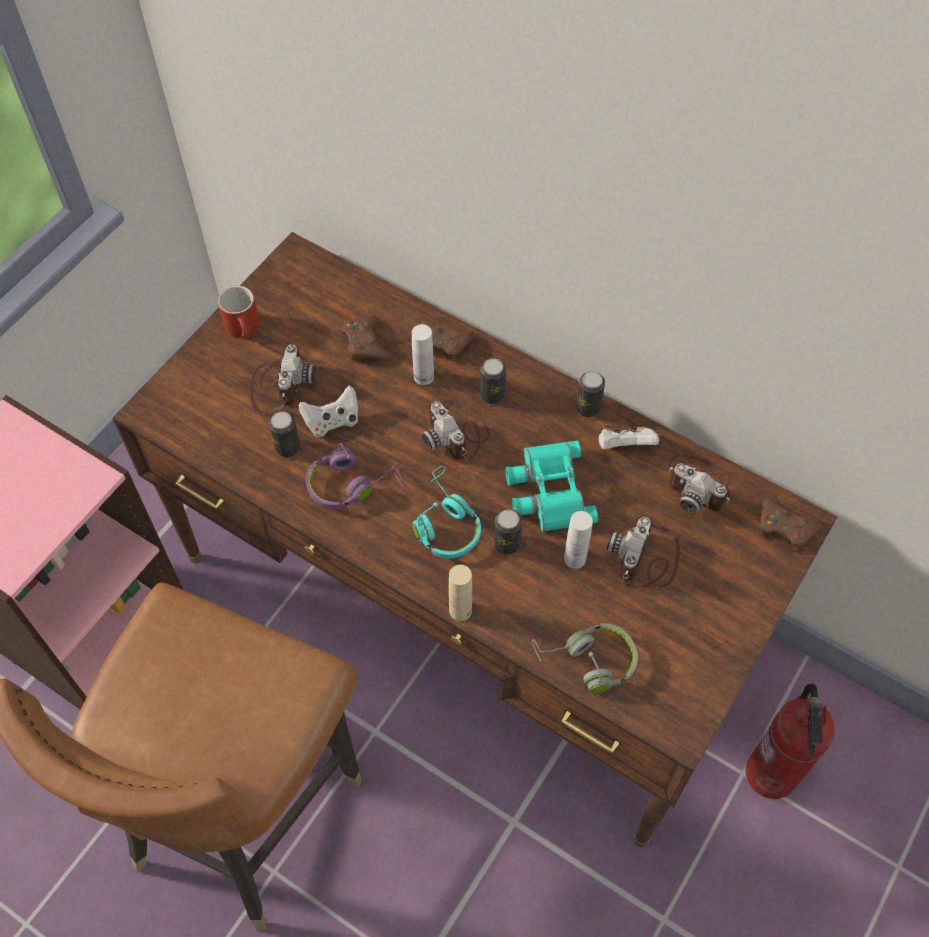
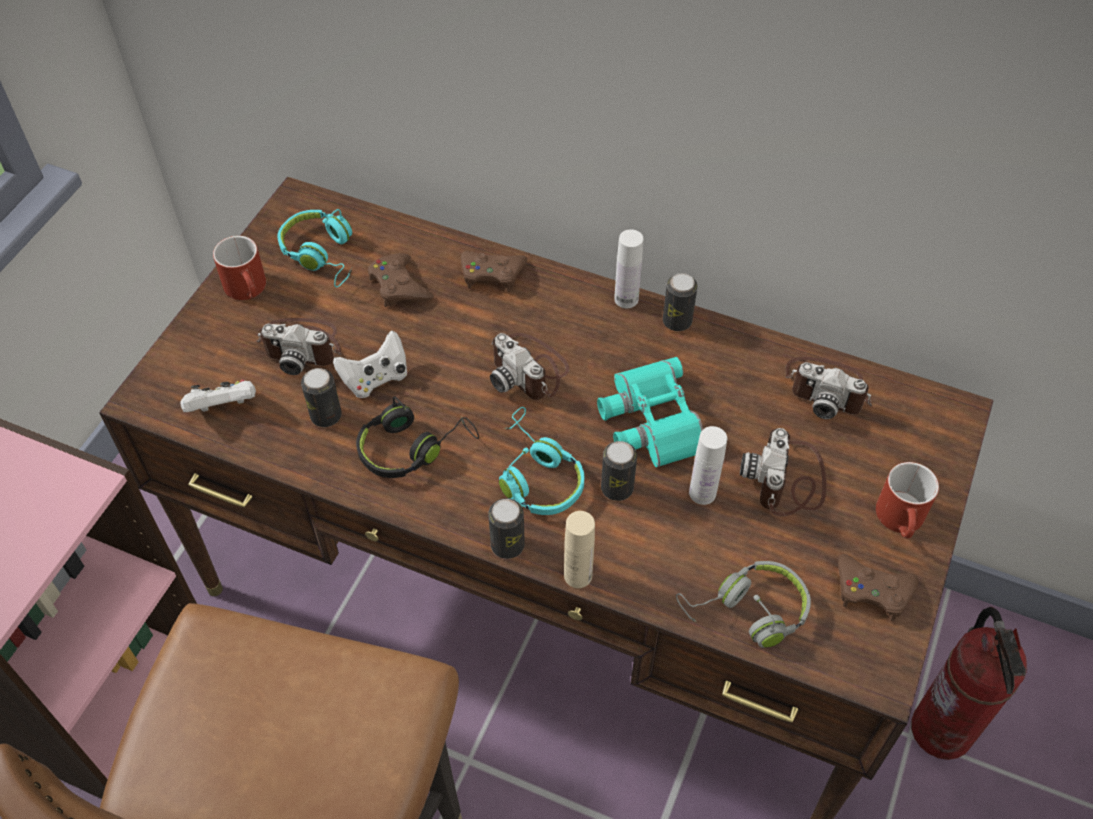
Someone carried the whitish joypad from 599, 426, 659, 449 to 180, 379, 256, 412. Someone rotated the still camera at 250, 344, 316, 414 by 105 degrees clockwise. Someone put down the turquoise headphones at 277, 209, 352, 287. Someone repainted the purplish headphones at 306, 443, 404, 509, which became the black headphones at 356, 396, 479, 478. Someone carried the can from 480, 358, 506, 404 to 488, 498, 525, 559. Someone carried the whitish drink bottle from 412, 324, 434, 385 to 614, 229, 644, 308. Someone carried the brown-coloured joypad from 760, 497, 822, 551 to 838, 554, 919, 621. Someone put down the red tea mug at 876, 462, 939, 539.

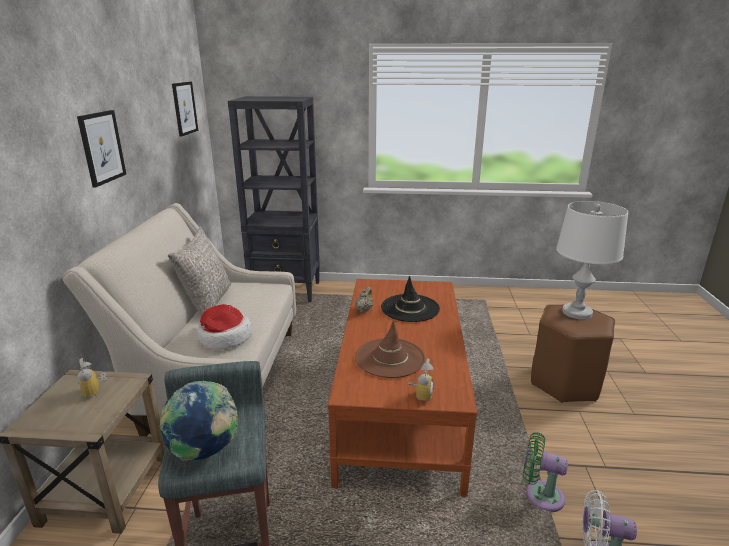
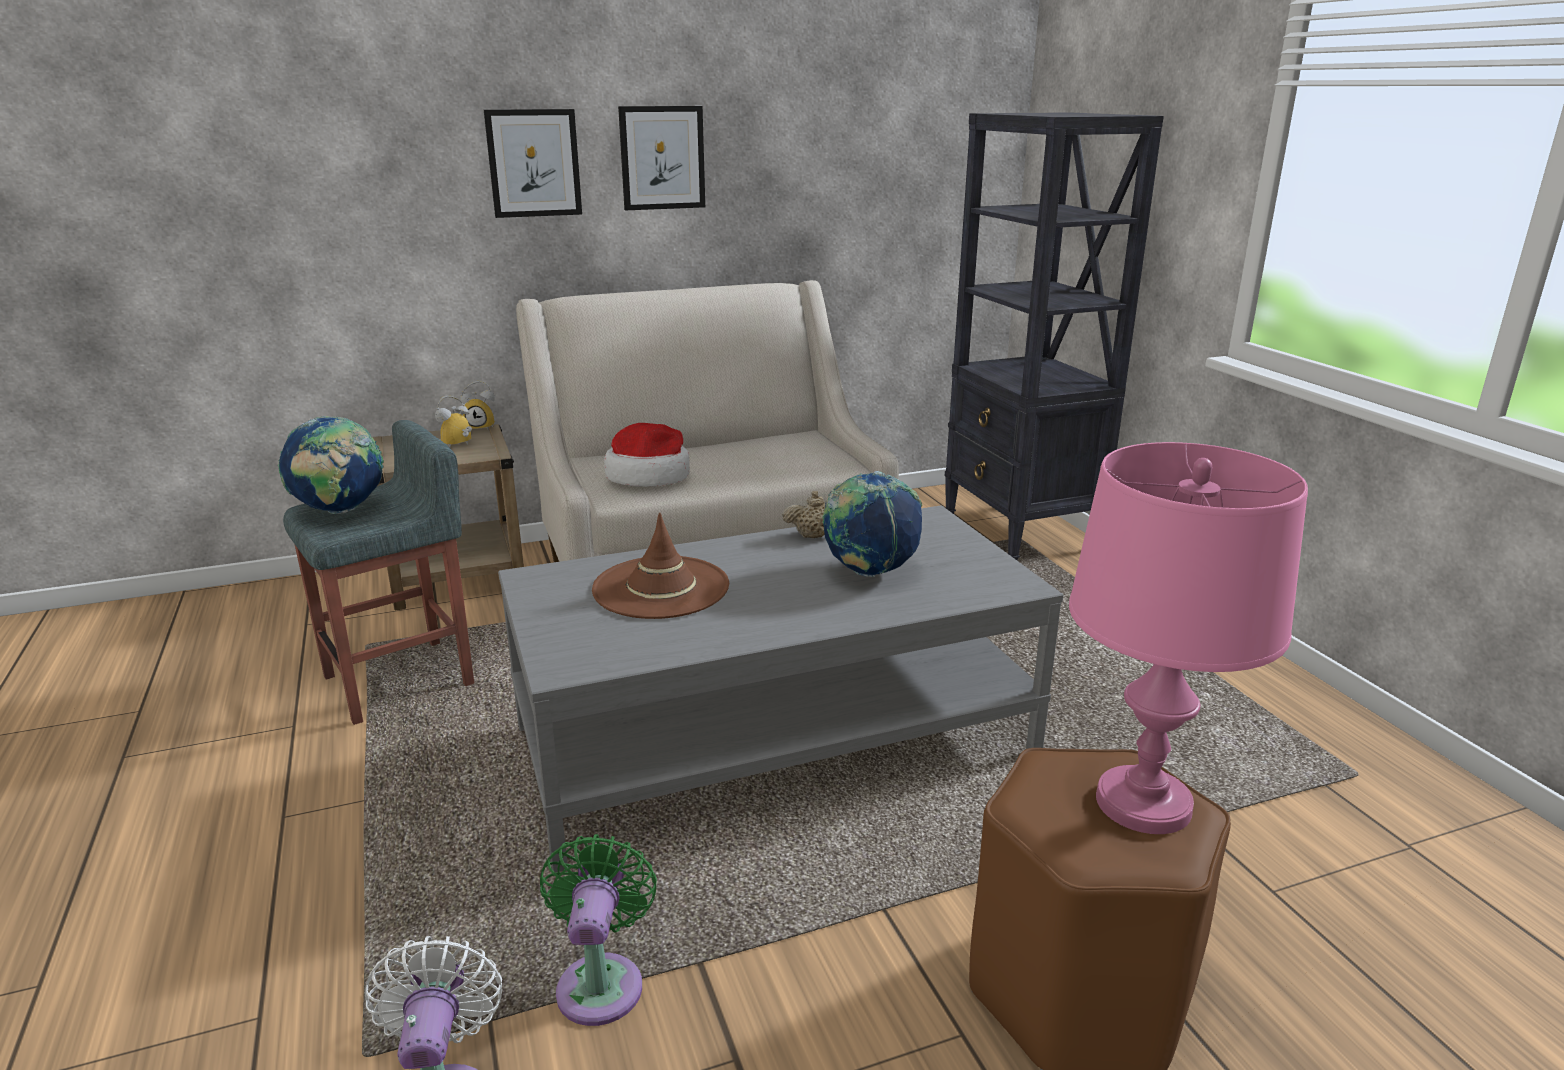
Someone carried the bedside clock from 408, 359, 434, 402 to 460, 381, 495, 431. Someone carried the wall picture from 172, 82, 198, 137 to 484, 109, 582, 218. Someone repainted the brown-coloured coffee table at 328, 279, 477, 497, which became the grey coffee table at 498, 505, 1063, 873. Someone swapped the black clothing hat at 381, 276, 440, 322 for the globe at 822, 471, 923, 577. Someone repainted the whitish tabletop lamp at 556, 201, 628, 320, which became the pink-coloured tabletop lamp at 1069, 442, 1308, 834. Someone took away the grey throw pillow at 168, 227, 231, 317.

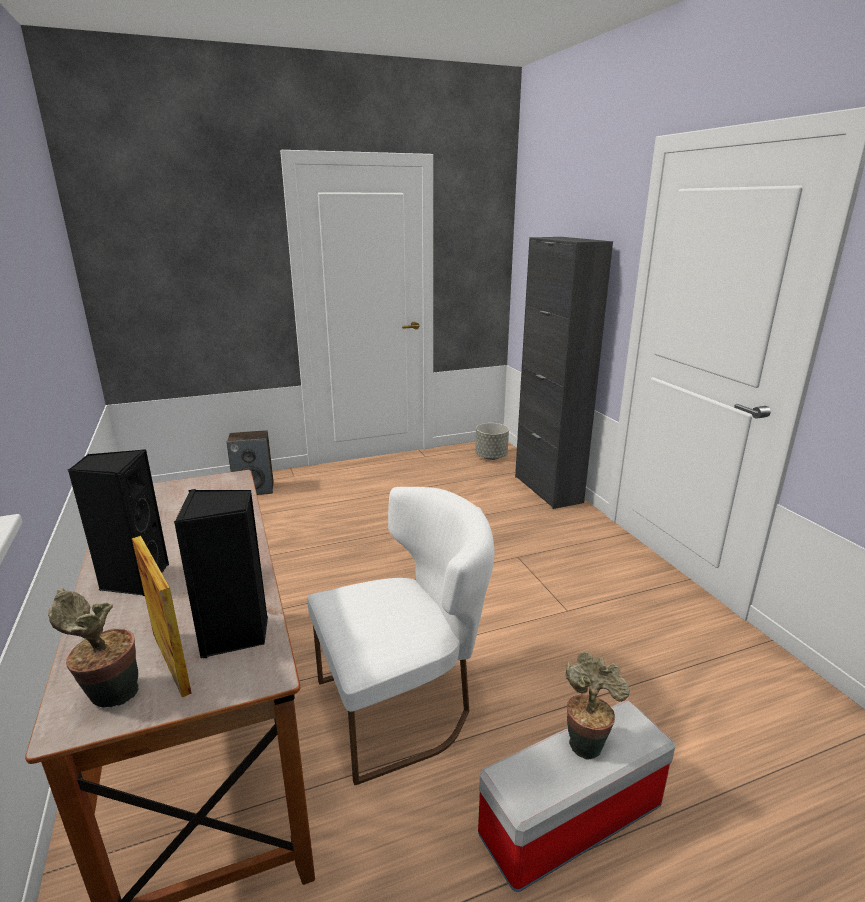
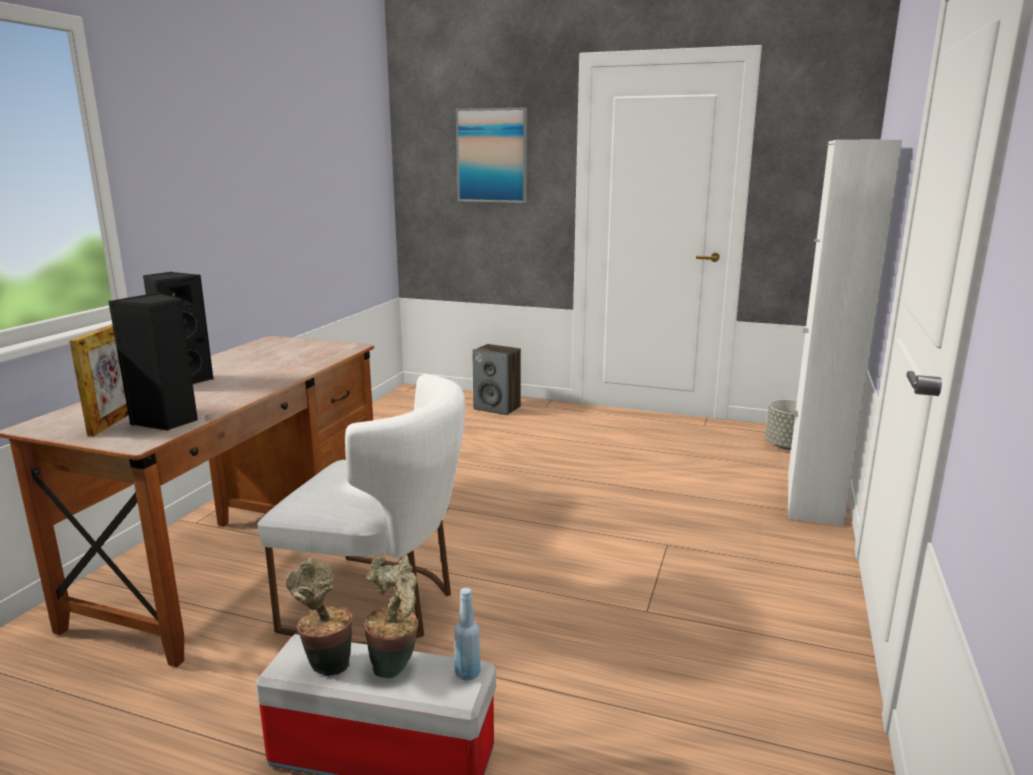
Someone carried the potted plant from 48, 588, 139, 708 to 286, 558, 352, 677. Someone put down the blue drink bottle at 454, 588, 481, 681. Someone put up the wall picture at 456, 108, 527, 203. Someone repainted the black storage cabinet at 515, 237, 613, 509, which became the whitish storage cabinet at 788, 139, 902, 526.

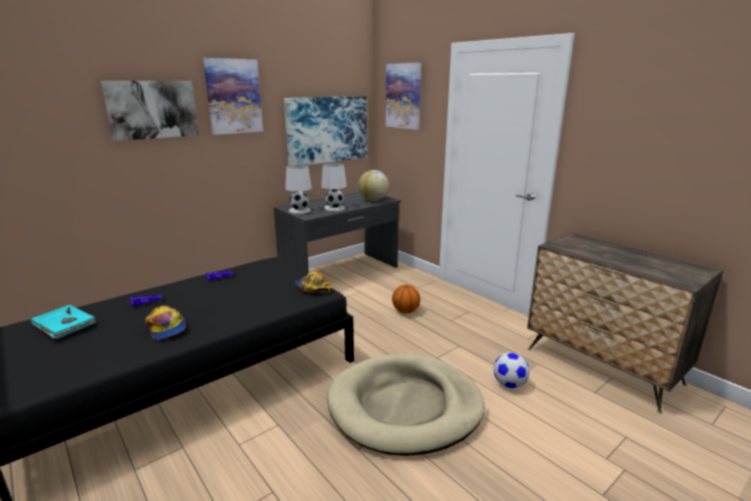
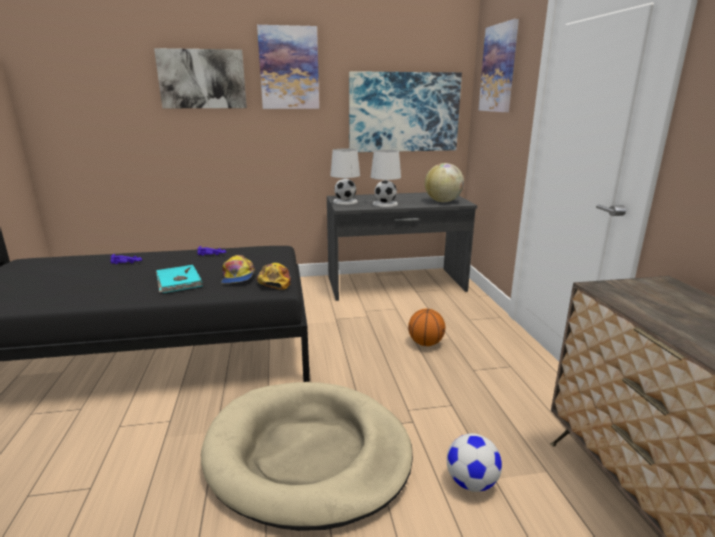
Someone carried the turquoise volume from 30, 305, 96, 339 to 156, 265, 203, 293. Someone carried the peaked cap from 145, 305, 186, 340 to 221, 255, 255, 284.

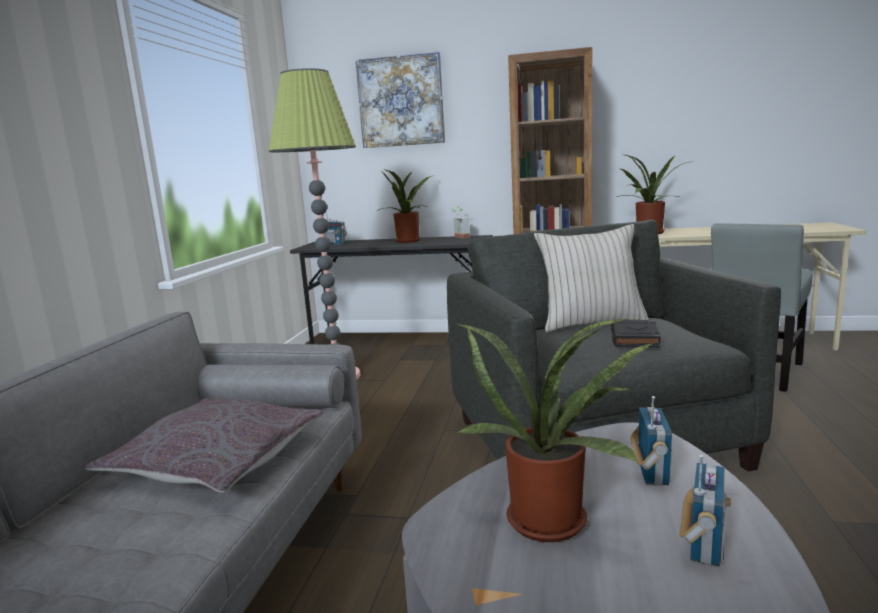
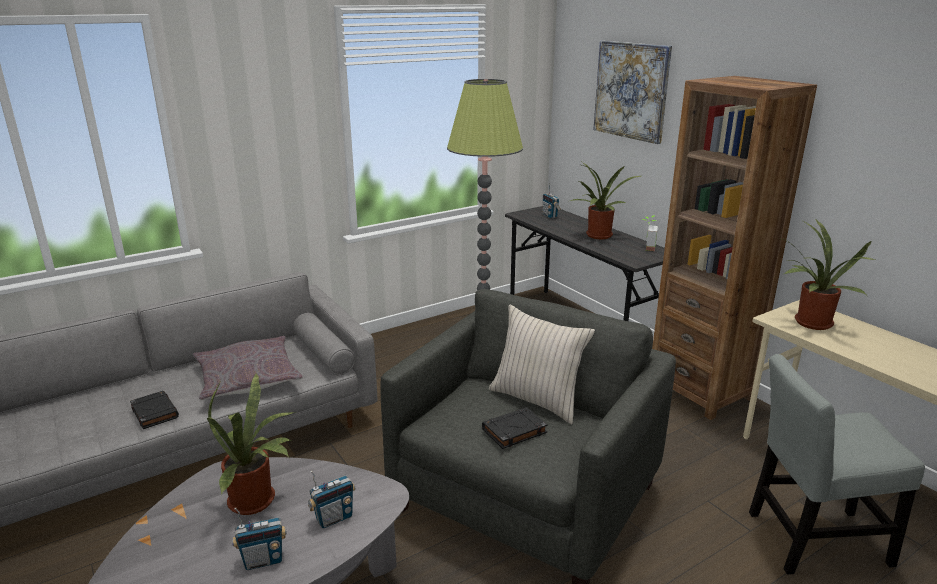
Someone put down the black volume at 130, 391, 179, 429.

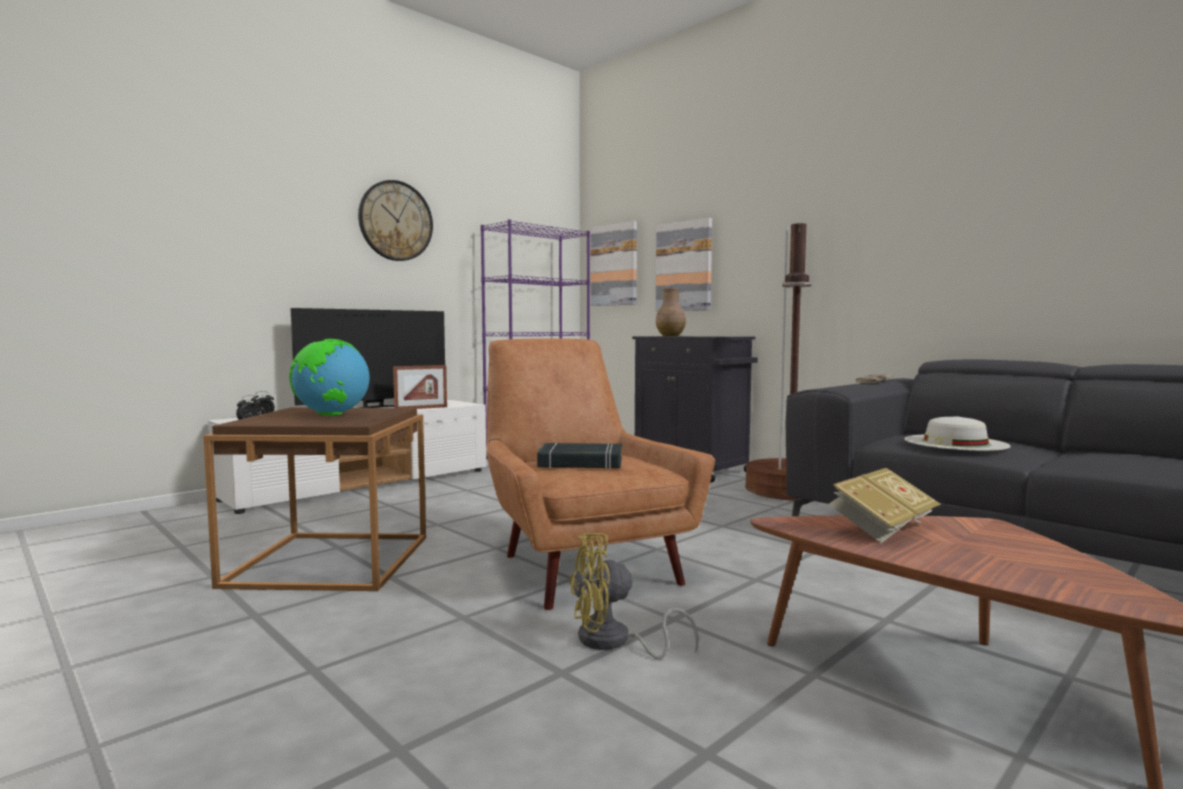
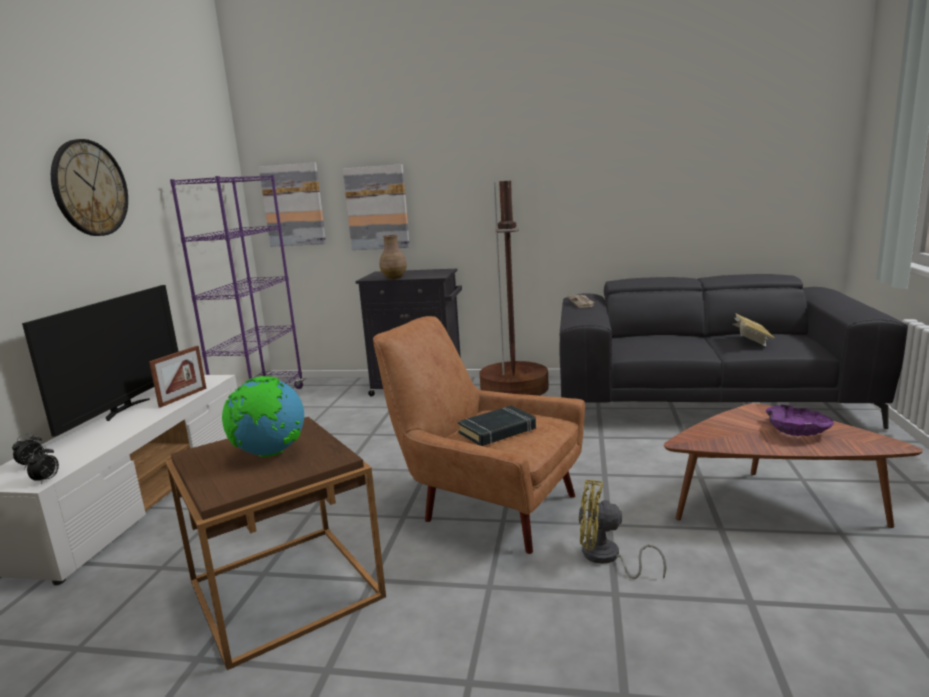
Someone rotated the yellowish electric fan at 569, 533, 699, 659 by 60 degrees clockwise. Someone carried the volume from 829, 468, 941, 543 to 732, 313, 774, 346. Someone put down the purplish bowl at 766, 405, 834, 436. Someone took away the whitish clothing hat at 904, 416, 1011, 451.

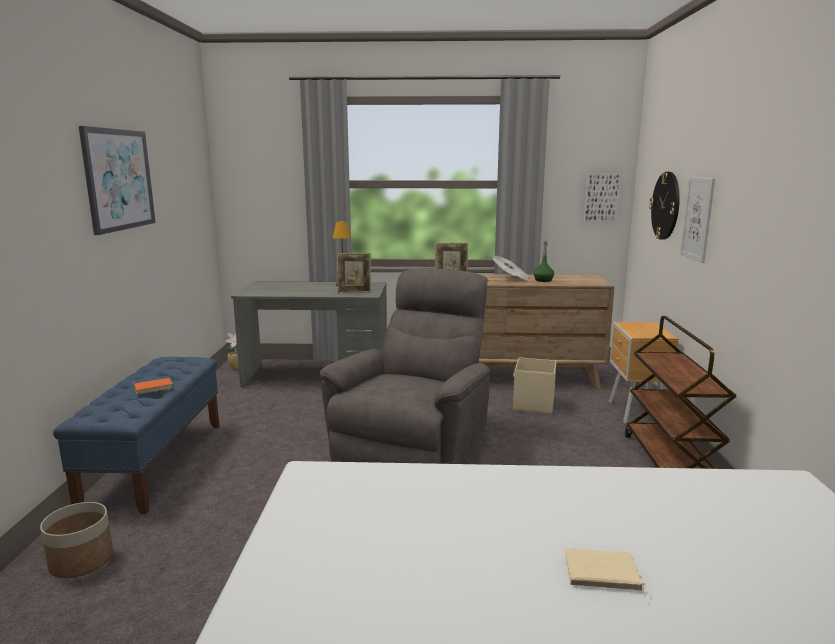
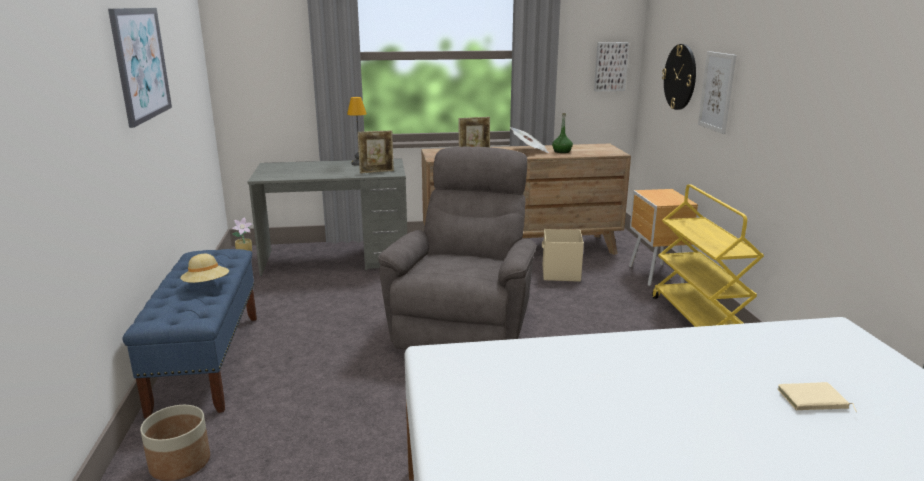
Someone swapped the orangey volume at 132, 378, 173, 395 for the beige clothing hat at 180, 254, 229, 283. Someone repainted the brown-coloured wheeled cart at 625, 316, 737, 469, which became the yellowish wheeled cart at 652, 184, 764, 327. Someone carried the beige volume from 565, 549, 646, 597 to 778, 382, 857, 412.

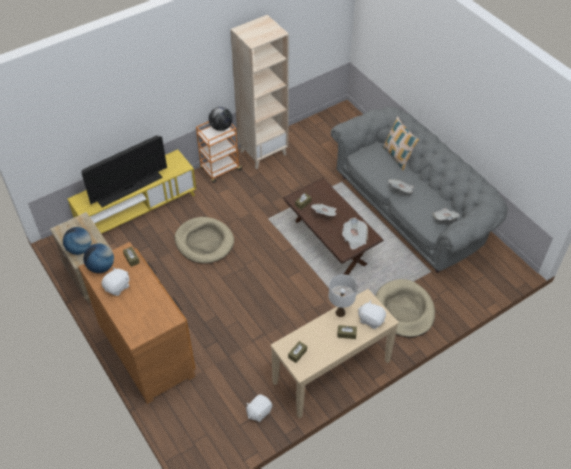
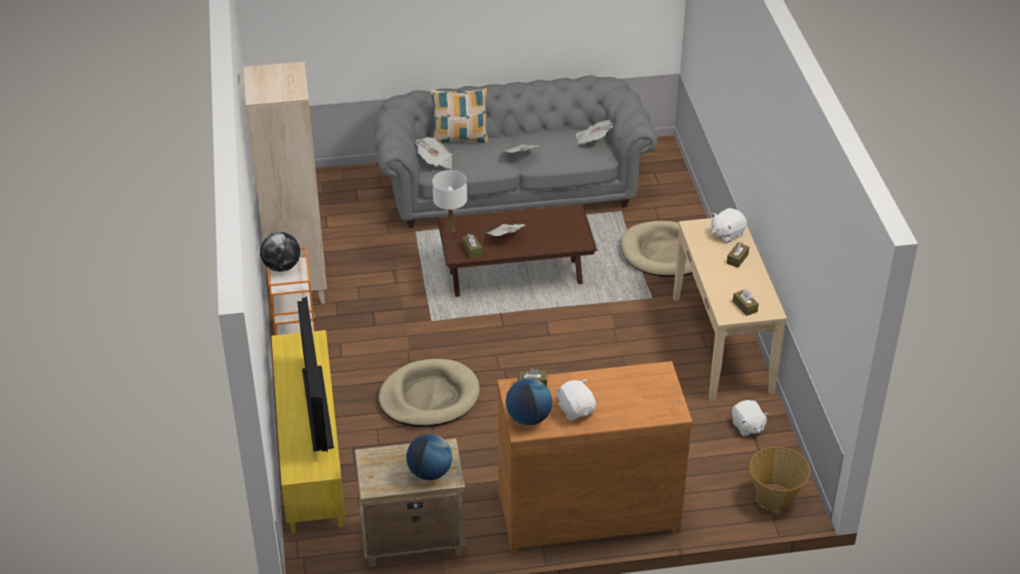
Someone carried the newspaper from 342, 218, 368, 250 to 416, 137, 453, 169. Someone carried the whitish tabletop lamp from 329, 274, 357, 317 to 432, 170, 467, 232. Someone put down the storage basket at 749, 447, 810, 511.

